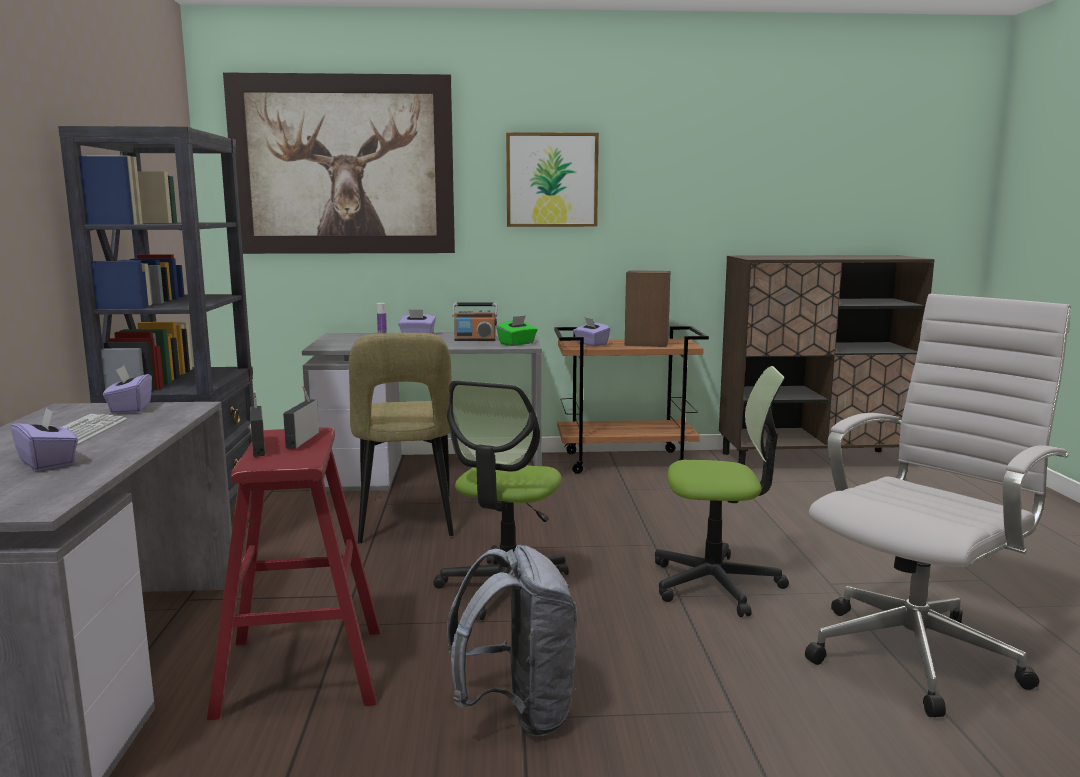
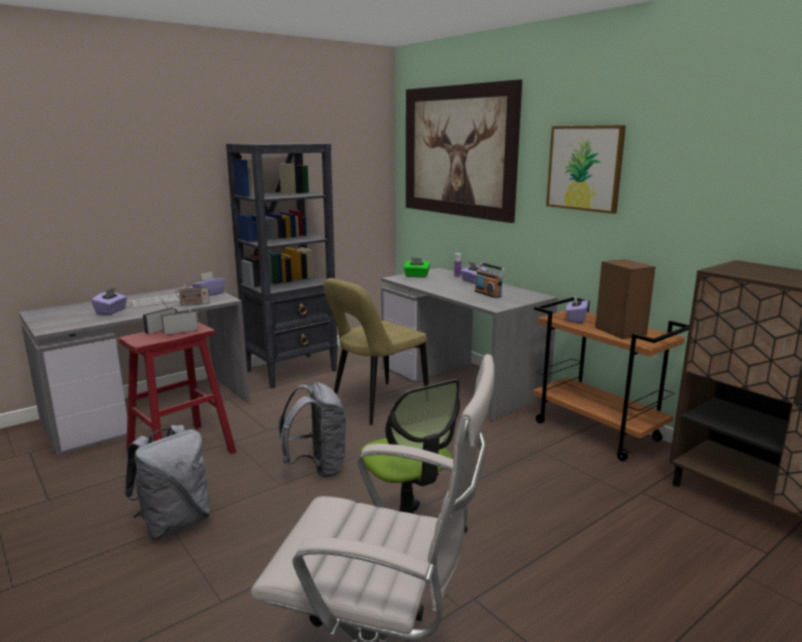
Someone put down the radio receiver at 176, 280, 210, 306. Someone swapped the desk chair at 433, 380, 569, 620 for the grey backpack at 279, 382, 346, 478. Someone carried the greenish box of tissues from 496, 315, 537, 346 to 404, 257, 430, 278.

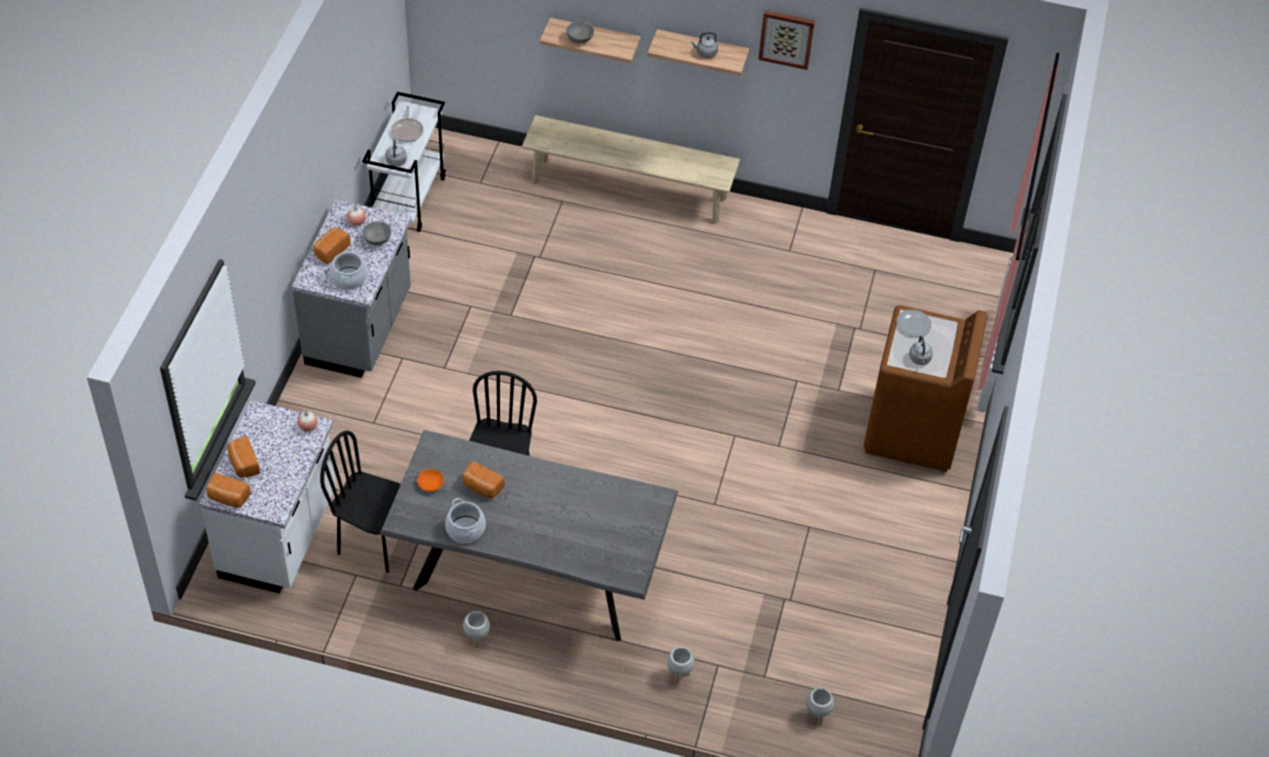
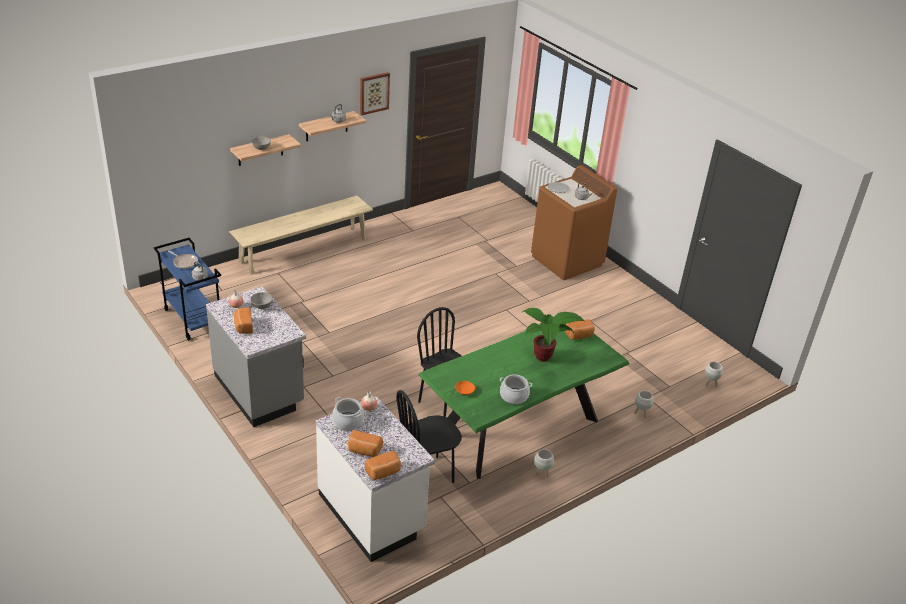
Someone repainted the whitish wheeled cart at 362, 92, 446, 232, which became the blue wheeled cart at 153, 238, 221, 341. Someone carried the cooking pot from 330, 248, 367, 290 to 332, 397, 364, 431. Someone repainted the grey kitchen table at 380, 430, 678, 641, which became the greenish kitchen table at 419, 323, 629, 479. Someone put down the potted plant at 522, 308, 586, 362. Someone carried the baked bread from 462, 461, 505, 499 to 565, 319, 595, 340.

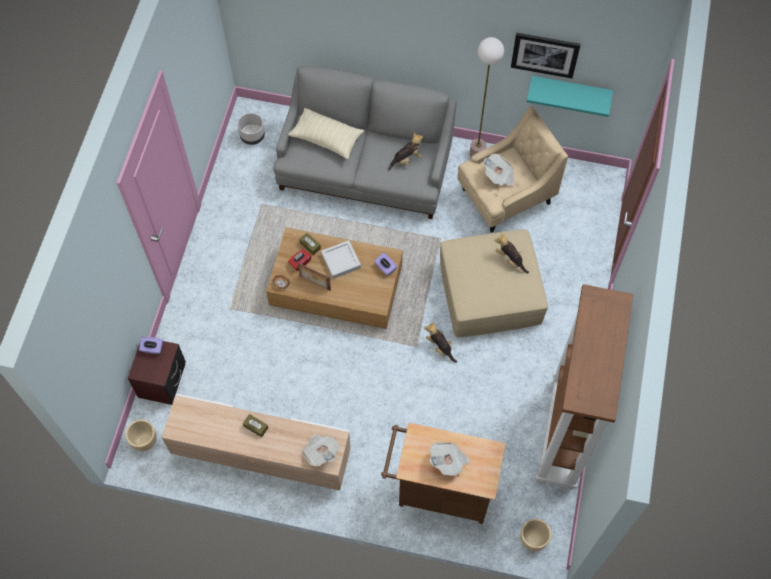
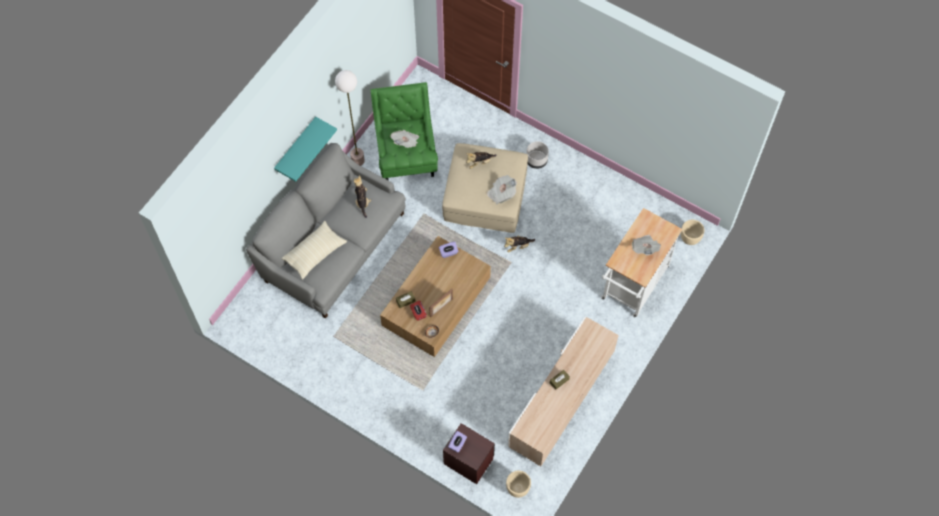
Someone carried the turquoise wall shelf from 527, 76, 613, 117 to 274, 117, 337, 182. Someone repainted the beige armchair at 458, 106, 568, 233, which became the greenish armchair at 370, 82, 438, 181. Someone carried the newspaper from 302, 434, 340, 466 to 487, 175, 517, 204. Someone carried the grey planter from 238, 113, 265, 145 to 526, 141, 549, 169. Someone repainted the brown-coloured wheeled cart at 381, 423, 506, 524, which became the whitish wheeled cart at 601, 208, 683, 317. Someone took away the grey tray at 321, 240, 361, 279. Someone took away the wall picture at 511, 33, 581, 79. Someone took away the brown-coloured shelving unit at 535, 284, 633, 490.

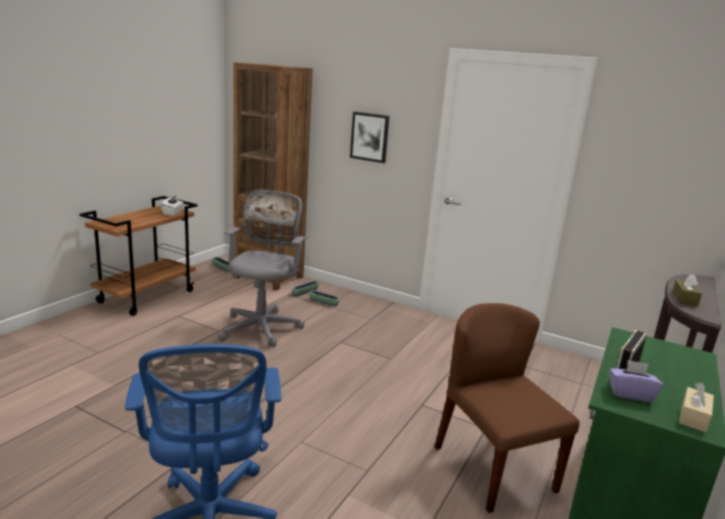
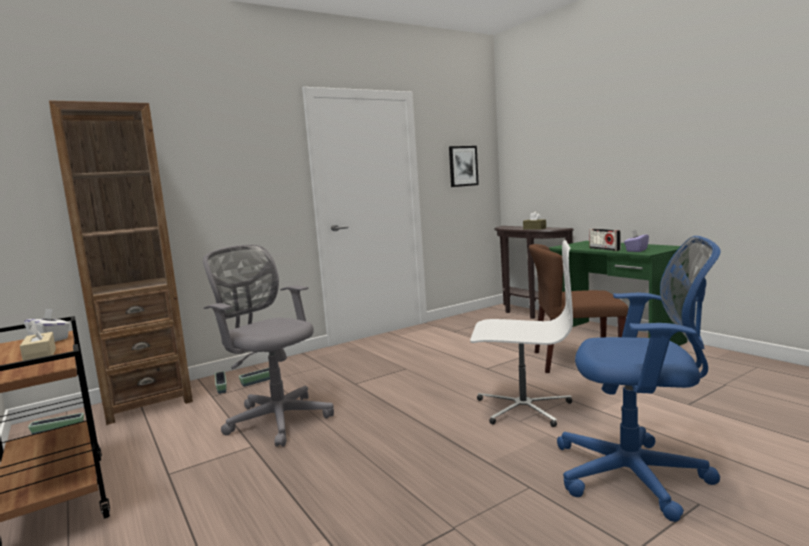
Someone carried the beige box of tissues from 679, 383, 714, 432 to 20, 321, 56, 361. Someone carried the wall picture from 350, 112, 389, 163 to 449, 146, 479, 187. Someone put down the whitish desk chair at 470, 240, 573, 427.

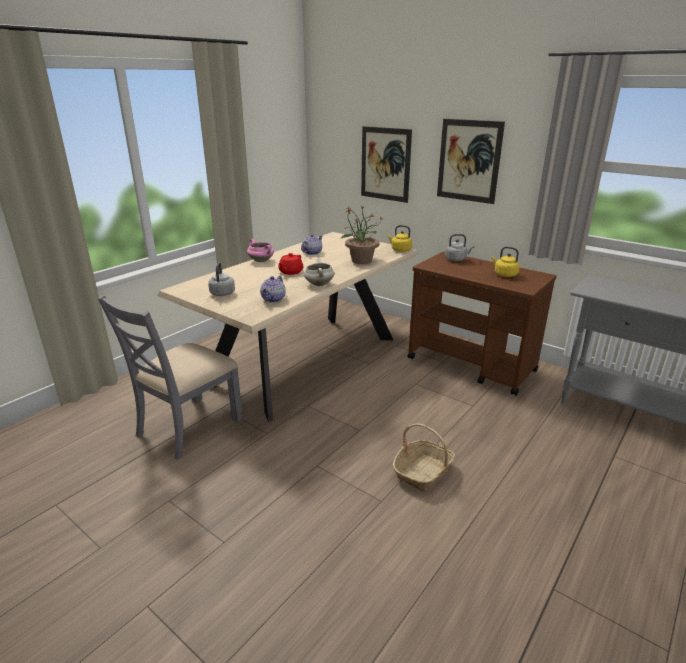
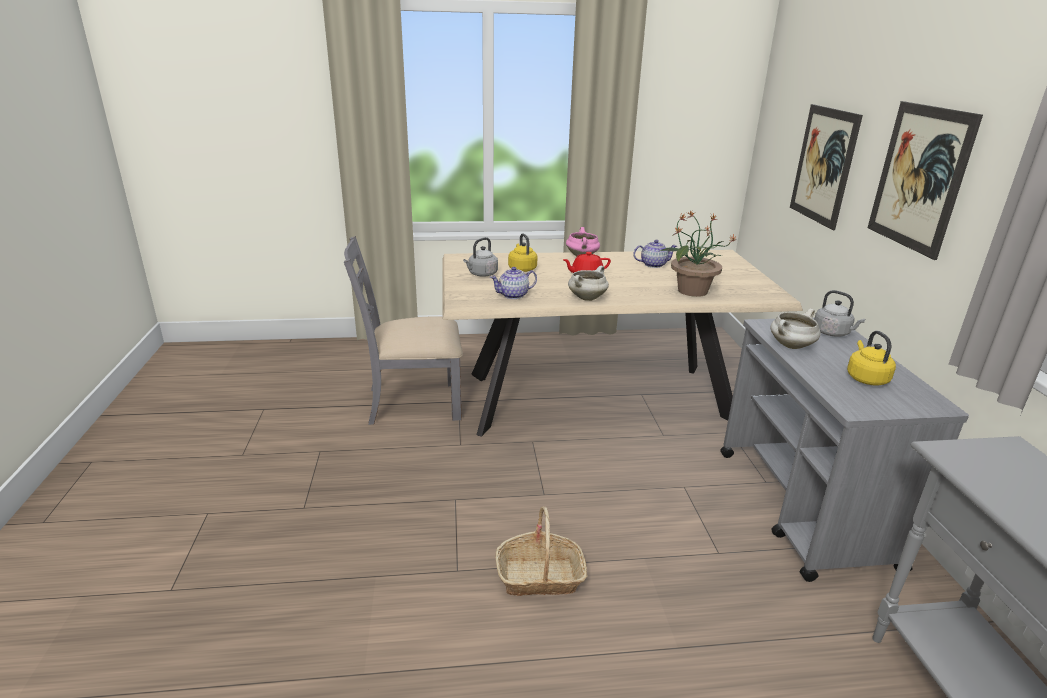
Someone carried the yellowish kettle from 387, 225, 412, 252 to 508, 233, 537, 272. Someone repainted the brown-coloured wheeled cart at 407, 252, 557, 396, which became the grey wheeled cart at 720, 318, 969, 582. Someone put down the whitish cooking pot at 770, 309, 820, 349.

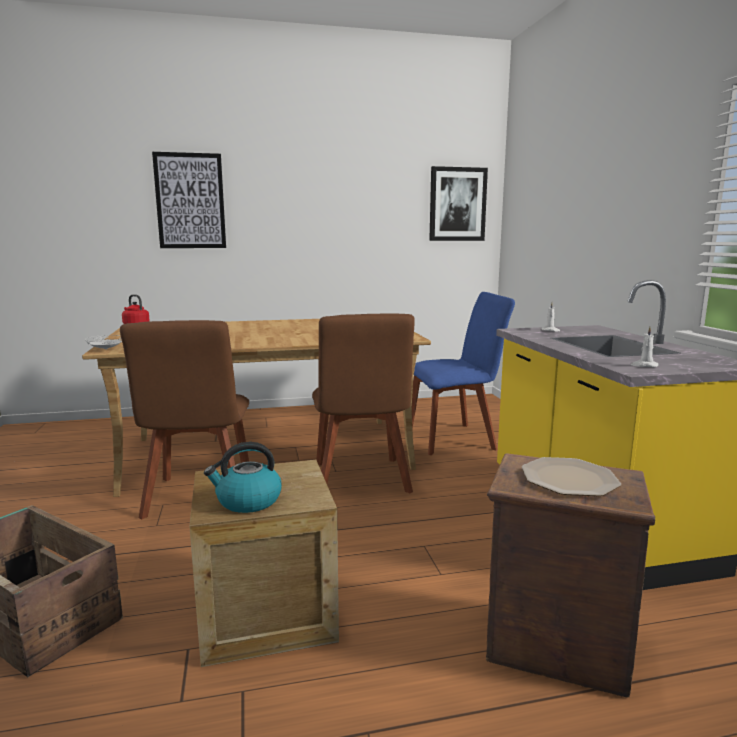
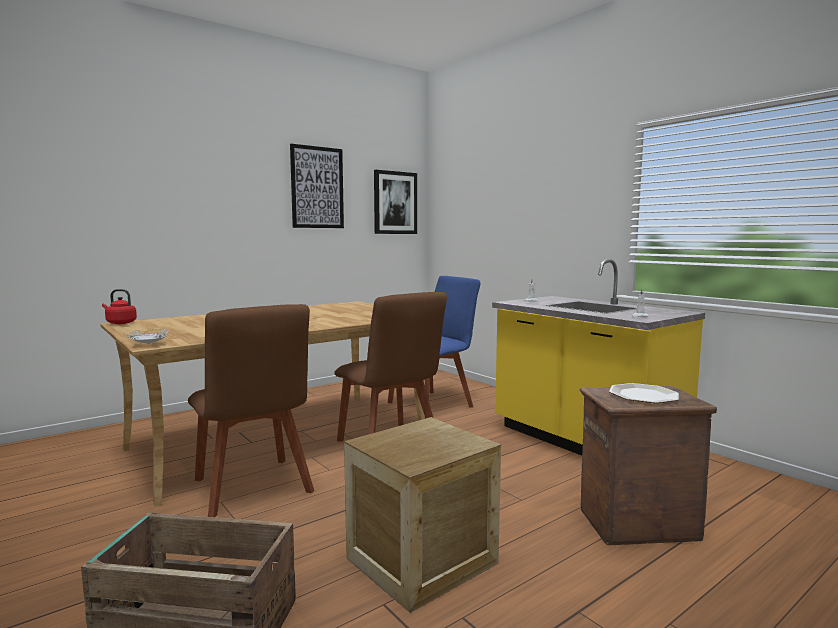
Someone carried the wall picture from 152, 152, 226, 248 to 290, 144, 344, 228. Someone took away the kettle at 204, 442, 282, 513.

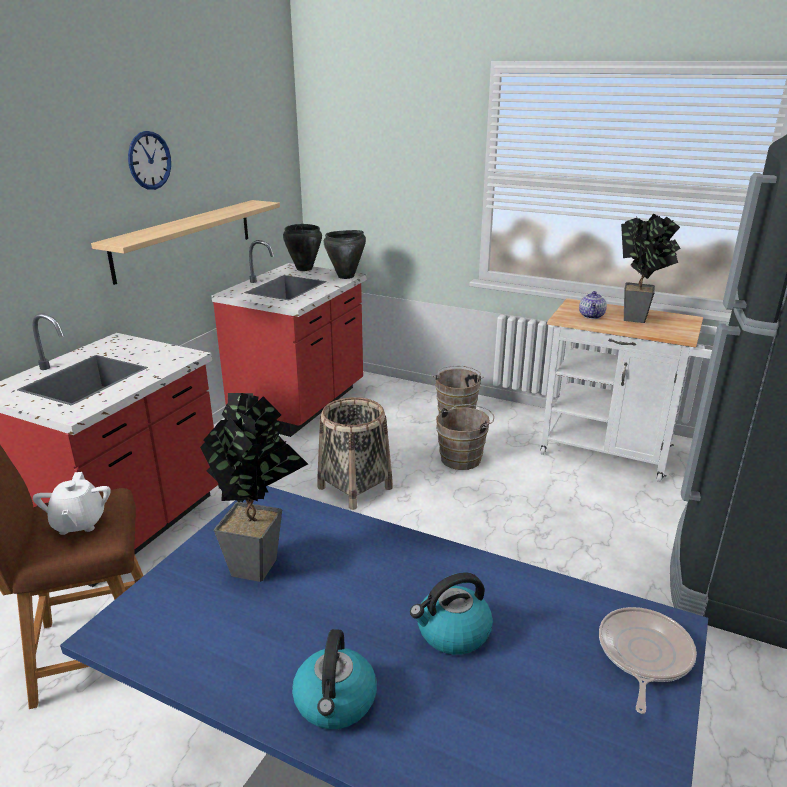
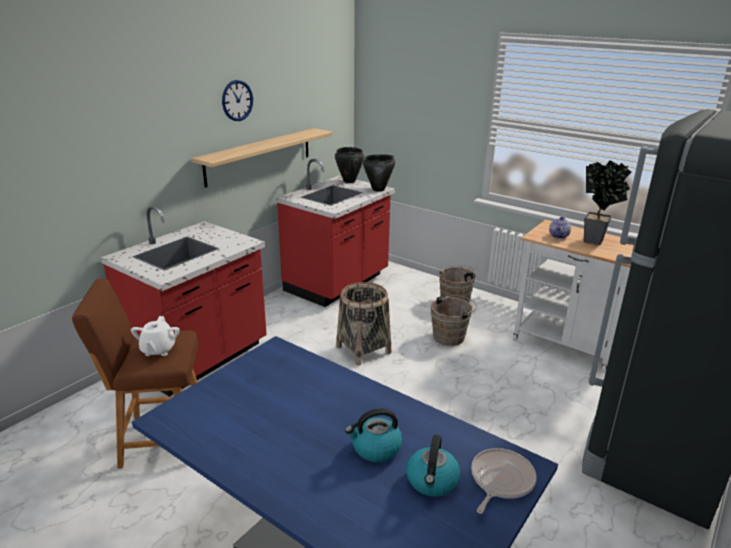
Someone carried the kettle from 292, 629, 377, 729 to 406, 435, 460, 497. Someone took away the potted plant at 200, 393, 308, 582.

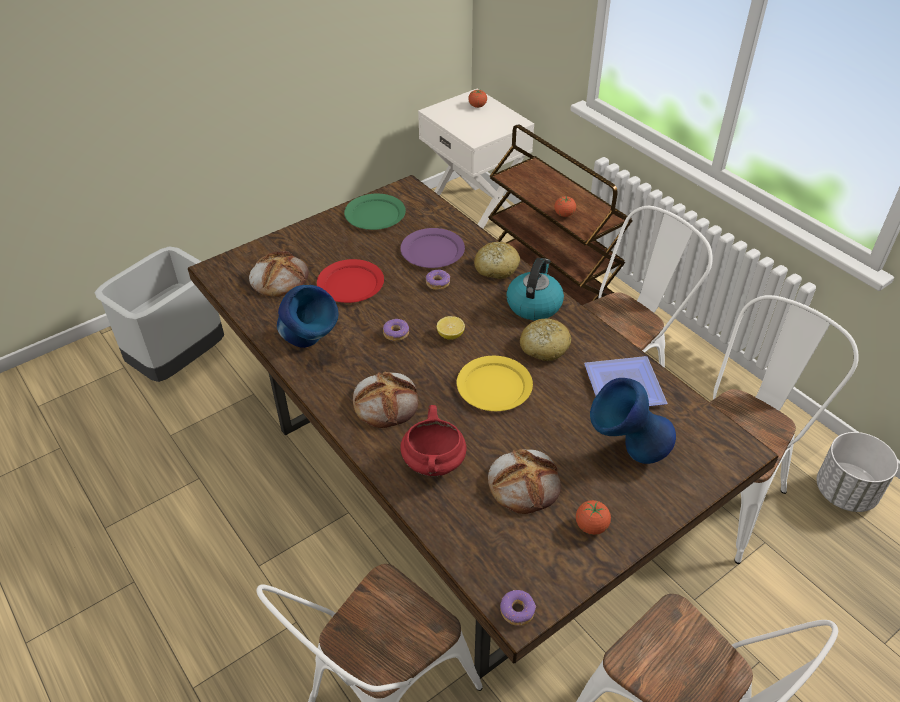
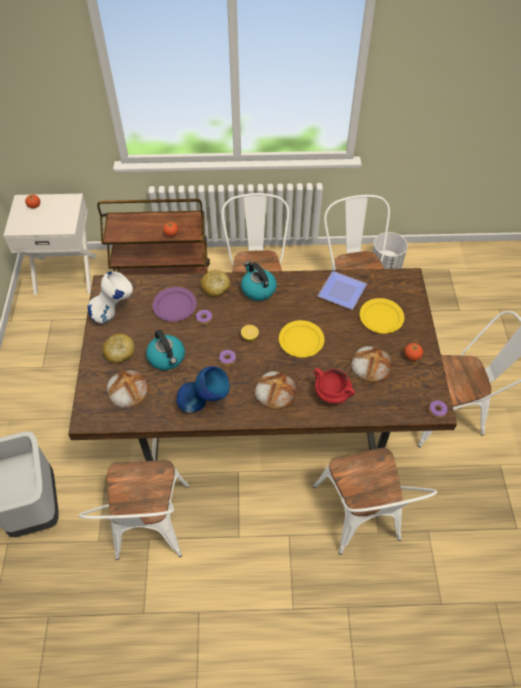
Someone put down the whitish upright chair at 79, 460, 189, 560. Someone swapped the greenish plate at 344, 194, 406, 230 for the whitish decorative vase at 88, 271, 133, 323. Someone carried the baked bread from 520, 319, 571, 361 to 103, 334, 135, 363. Someone swapped the red plate at 317, 259, 384, 303 for the kettle at 146, 330, 185, 370. Someone swapped the blue decorative vase at 590, 378, 676, 464 for the yellowish plate at 360, 298, 404, 334.

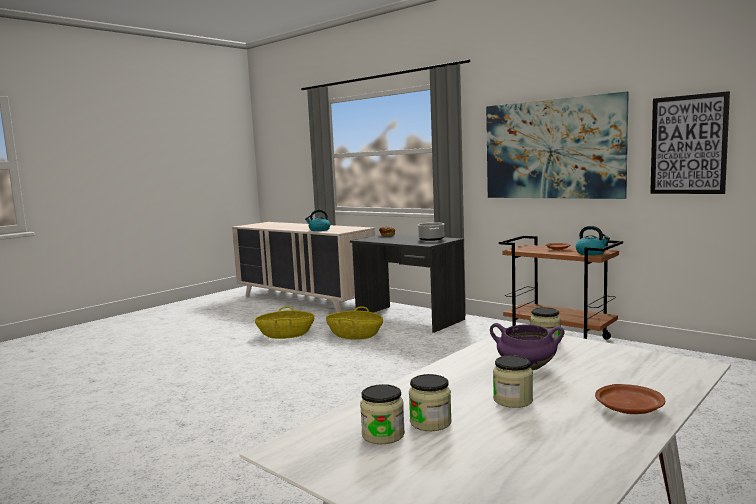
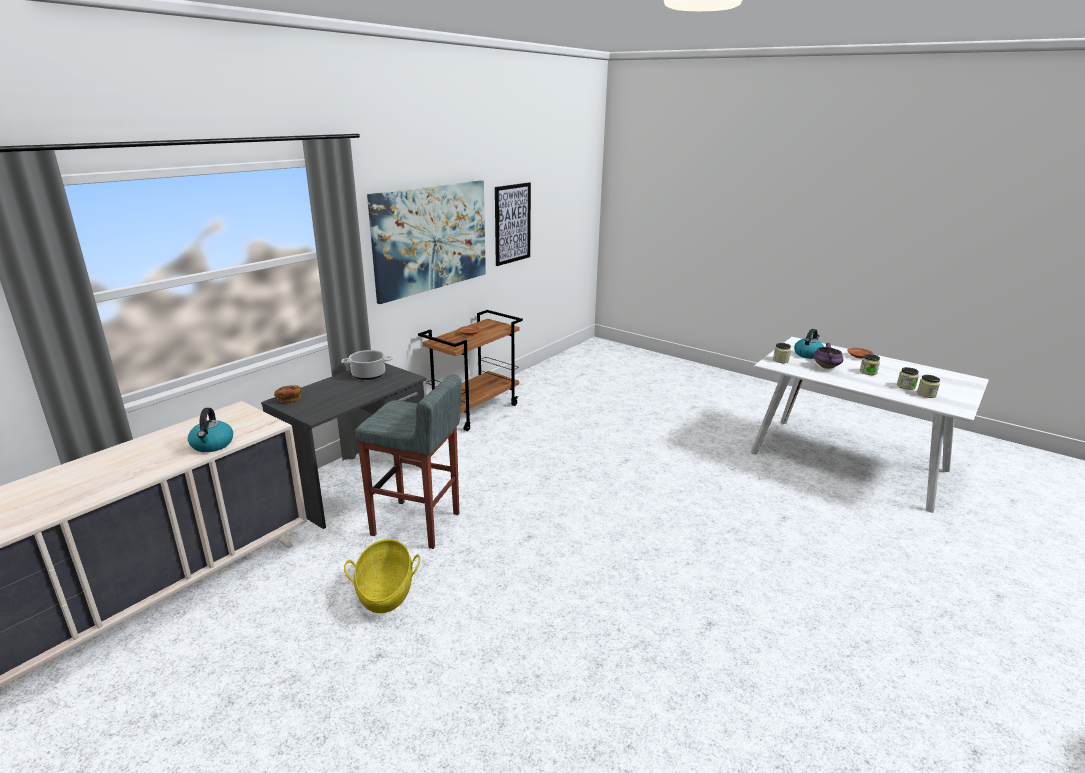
Someone swapped the storage basket at 326, 306, 383, 340 for the grey stool seat at 354, 375, 462, 549. Someone carried the kettle from 576, 226, 610, 255 to 794, 329, 824, 359.

